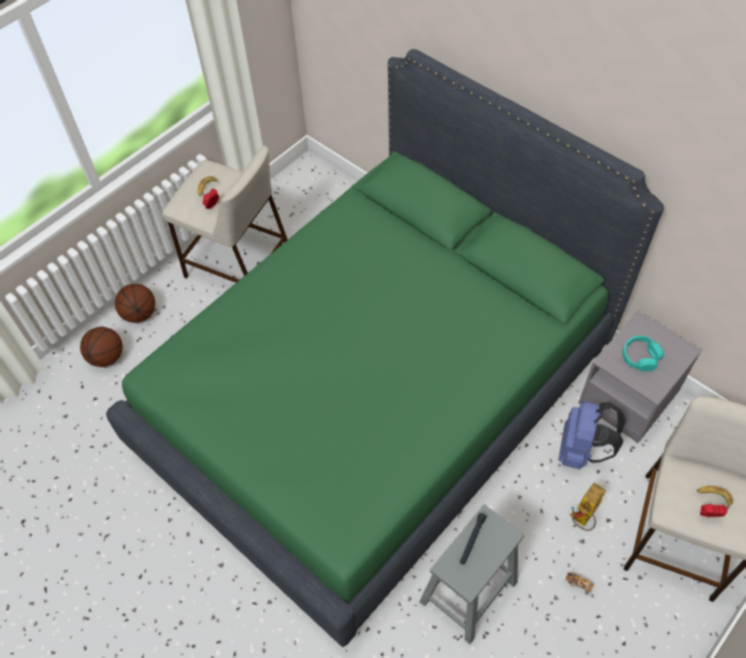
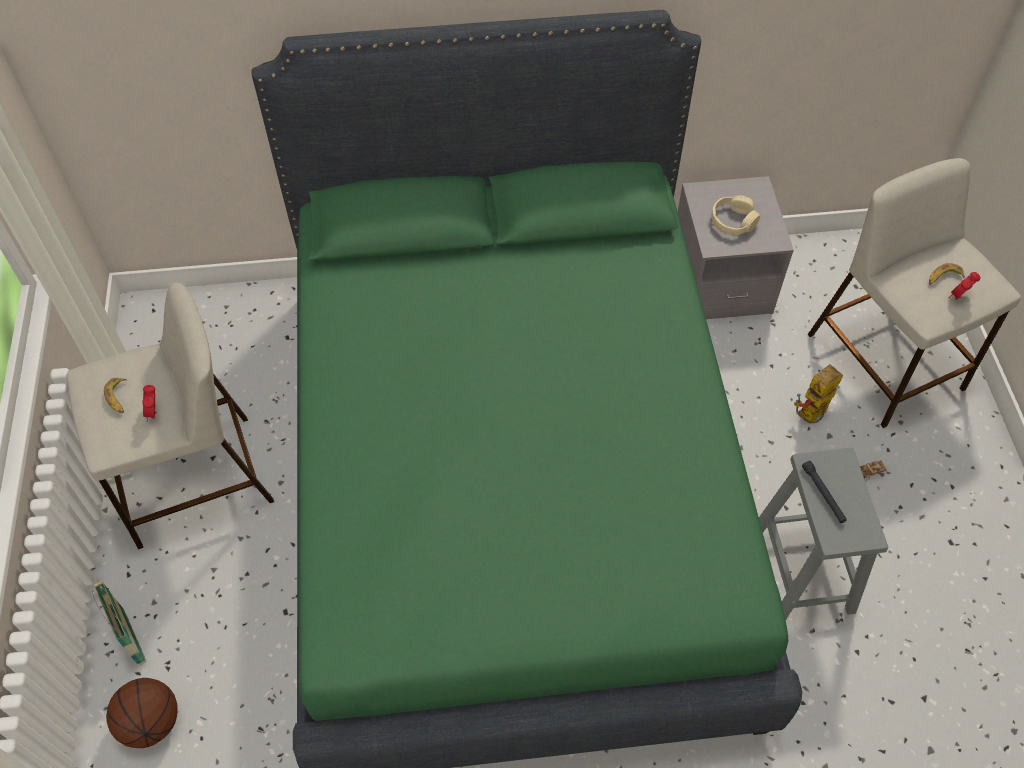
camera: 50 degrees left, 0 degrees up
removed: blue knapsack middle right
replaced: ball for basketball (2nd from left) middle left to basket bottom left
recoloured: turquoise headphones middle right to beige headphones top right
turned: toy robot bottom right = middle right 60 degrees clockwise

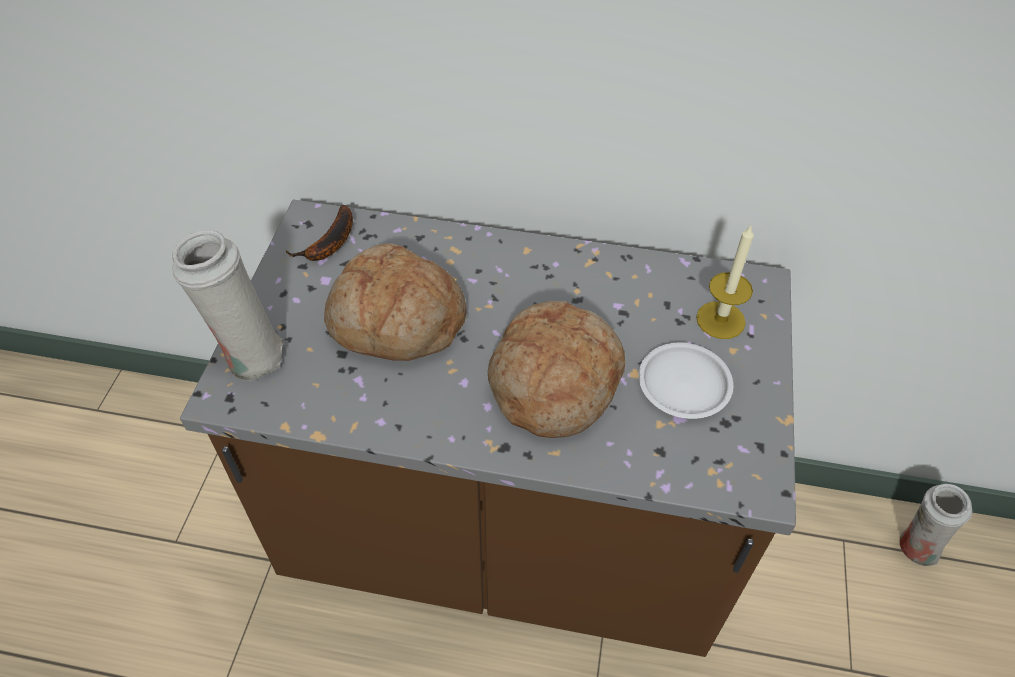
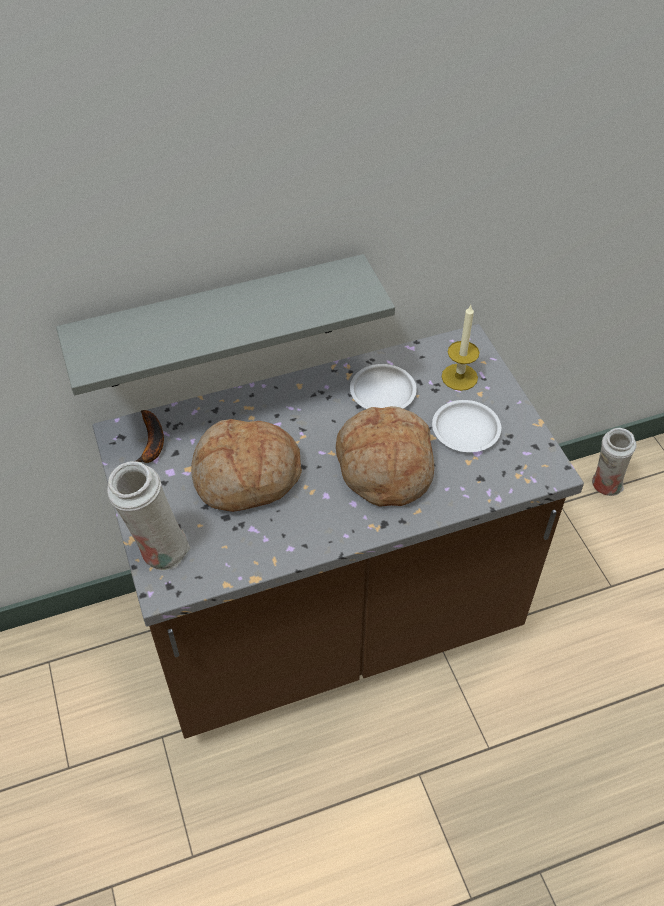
camera: 30 degrees left, 0 degrees up
added: greyish wall shelf centre; white flat dish (1st from left) centre

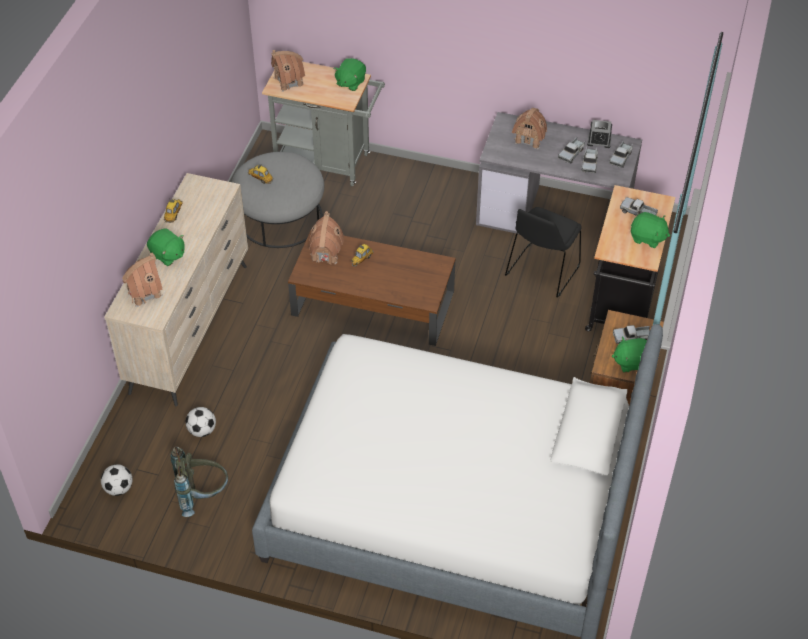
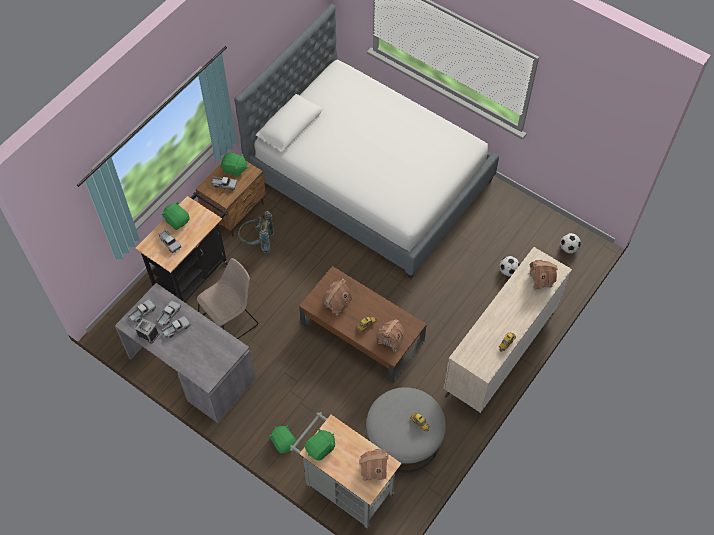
camera: 160 degrees left, 10 degrees up
moved: green-coloured cuddly toy (1st from left in the first image) middle left to green-coloured cuddly toy (3rd from left) bottom centre; greyish knapsack bottom left to centre; miniature house (4th from left in the first image) top centre to miniature house (1st from left) centre
recoloured: black-coloured upright chair middle right to beige upright chair middle left

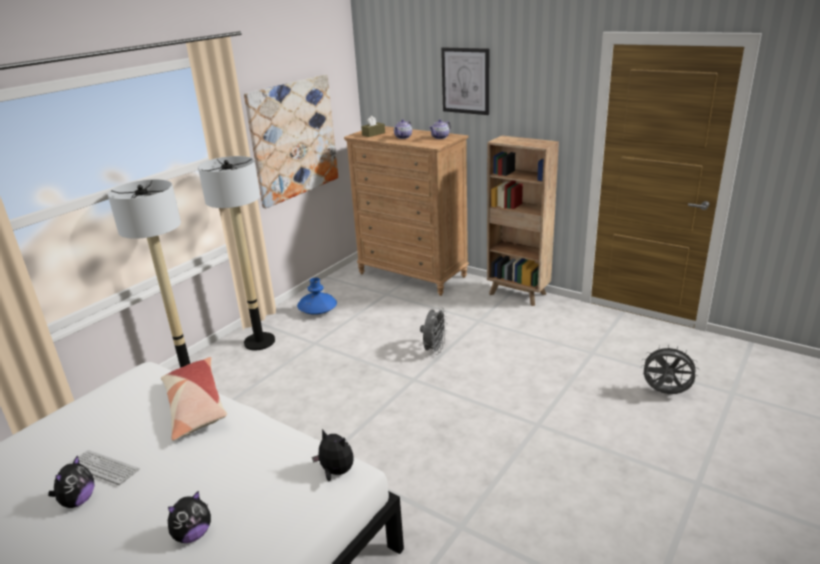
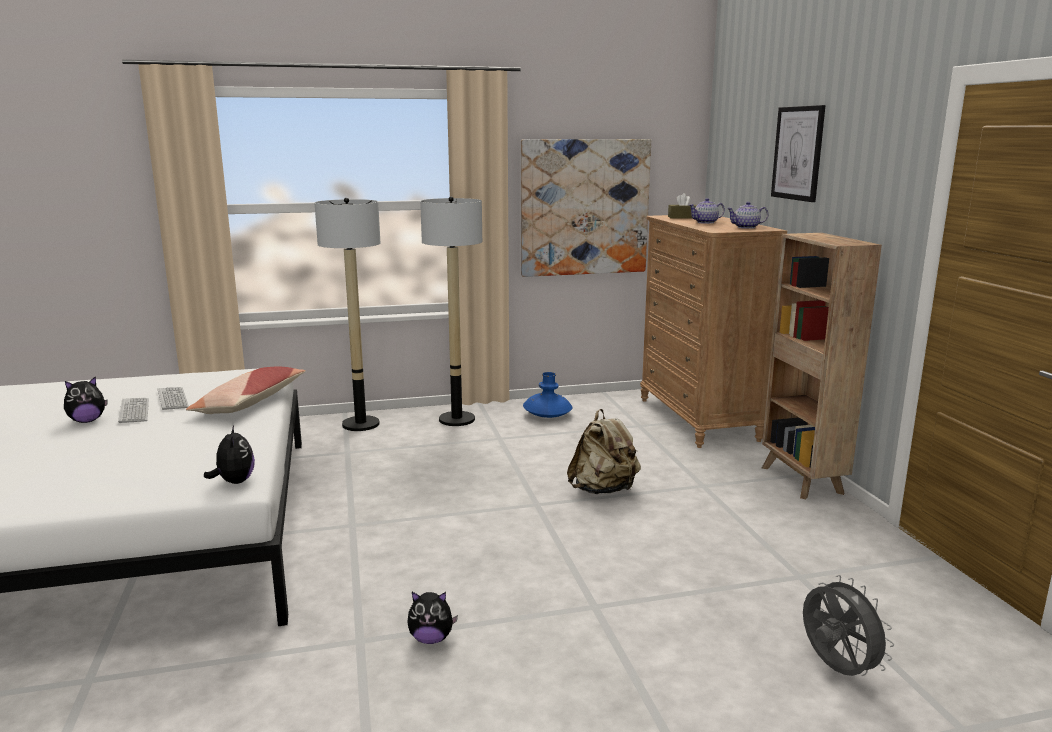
camera: 40 degrees right, 10 degrees down
added: PC keyboard (2nd from left) middle left
moved: cuddly toy (2nd from left in the first image) bottom left to cuddly toy (3rd from left) bottom centre
replaced: greyish electric fan (1st from left) centre to beige knapsack centre

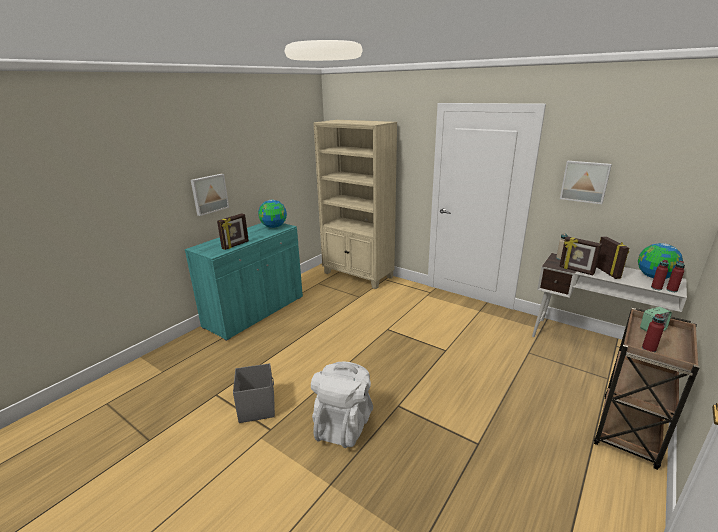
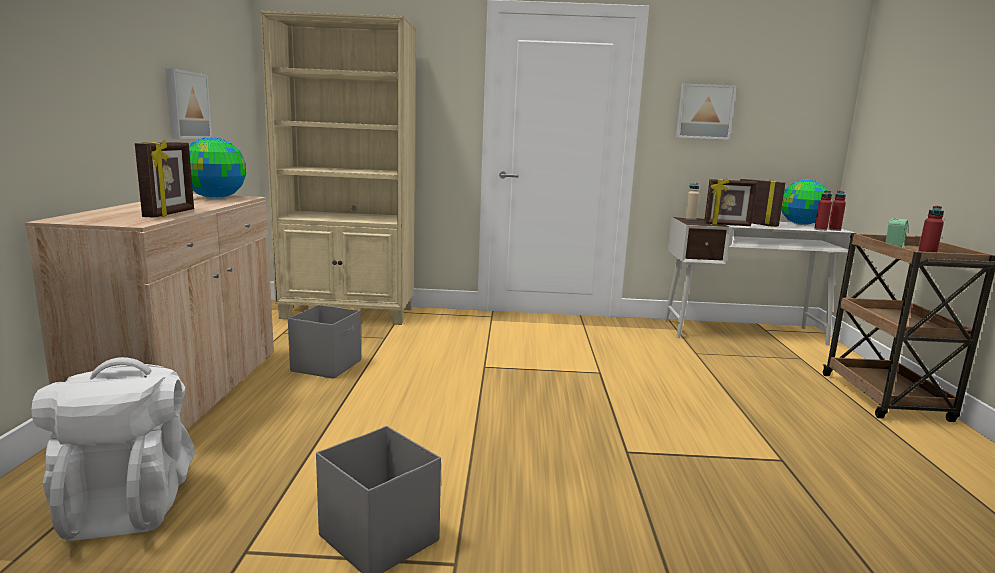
camera: 35 degrees left, 10 degrees down
added: greyish storage box (1st from left) middle left
moved: picture (1st from left) middle left to top left; white knapsack bottom centre to bottom left
recoloured: turquoise cabinet centre to beige cabinet middle left

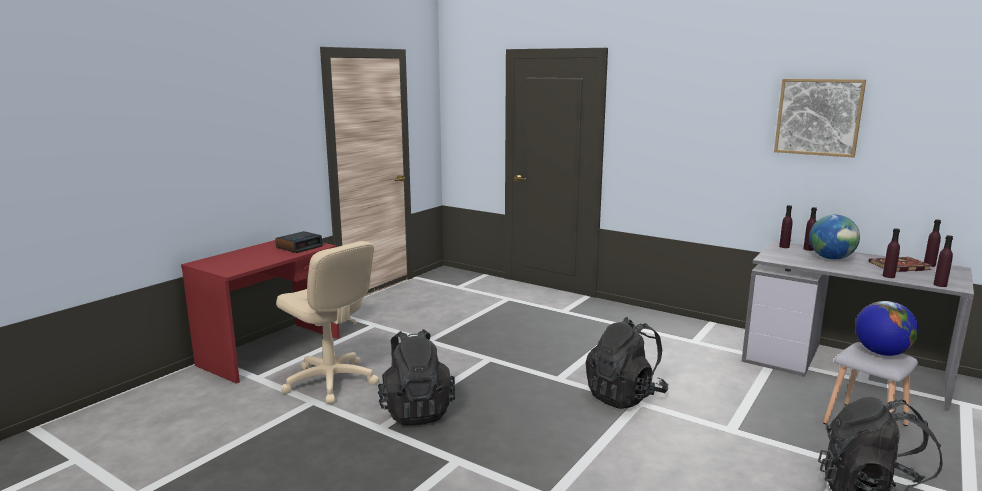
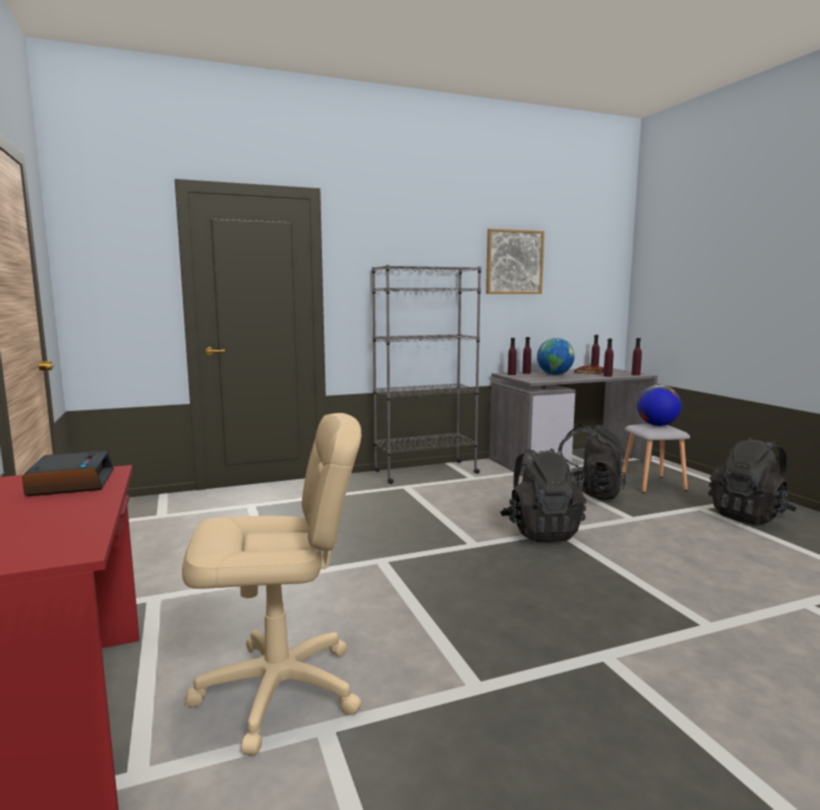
camera: 55 degrees left, 5 degrees down
added: greyish bookshelf centre
moved: black-coloured knapsack (1st from left in the first image) bottom centre to black-coloured knapsack (2nd from left) middle right

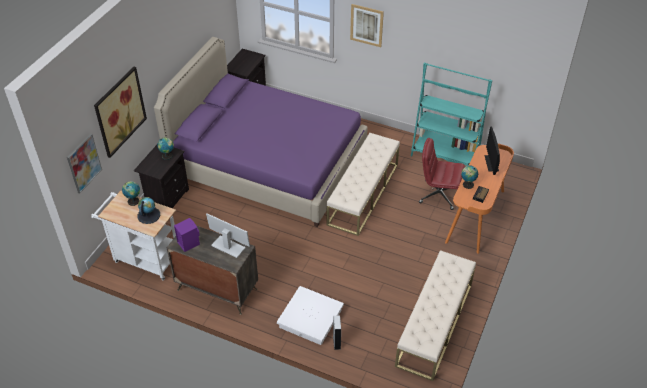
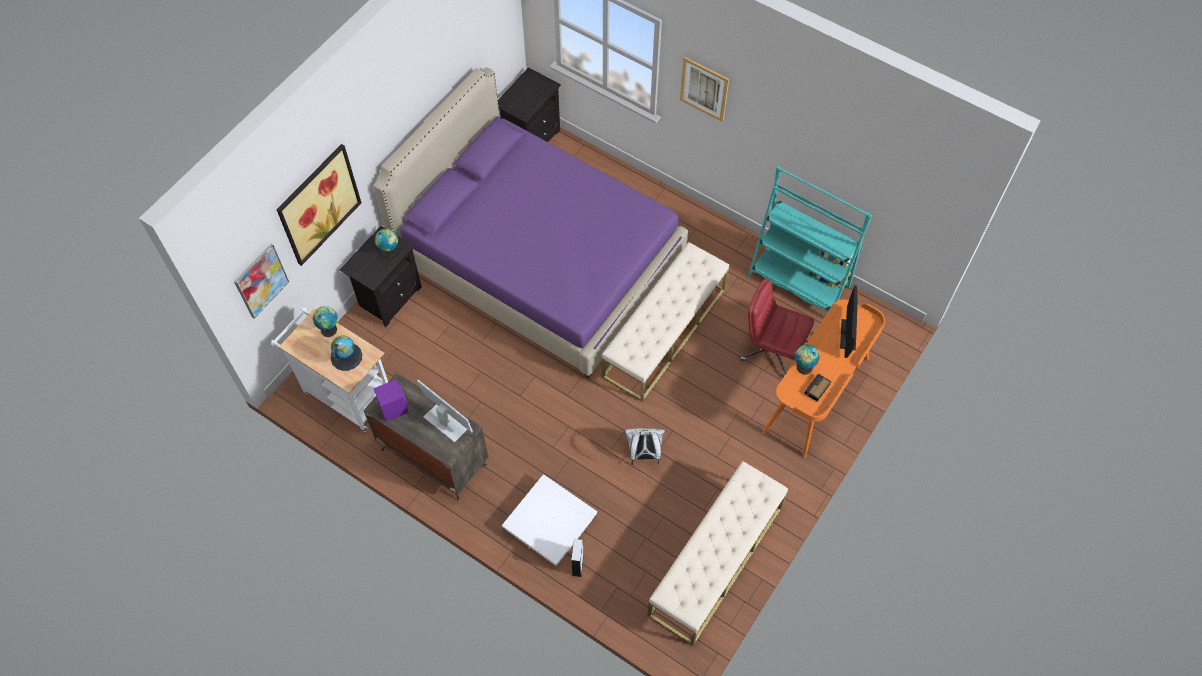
camera: 10 degrees right, 15 degrees up
added: white knapsack centre

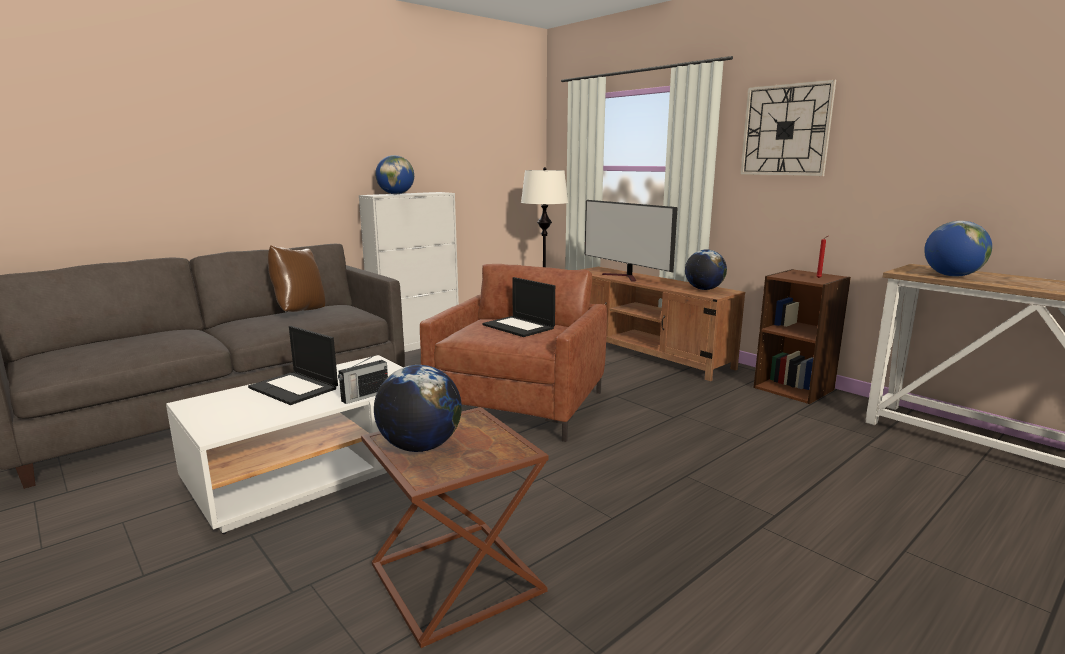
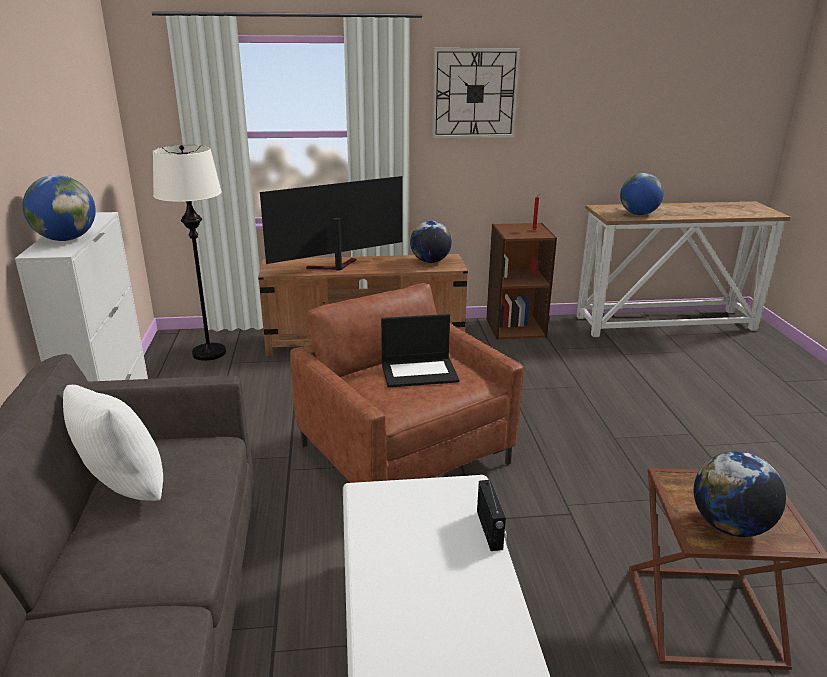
camera: 55 degrees left, 10 degrees up
removed: portable computer (1st from left) middle left
recoloured: brown-coloured cushion middle left to white cushion middle left
turned: TV set centre = top centre 150 degrees clockwise

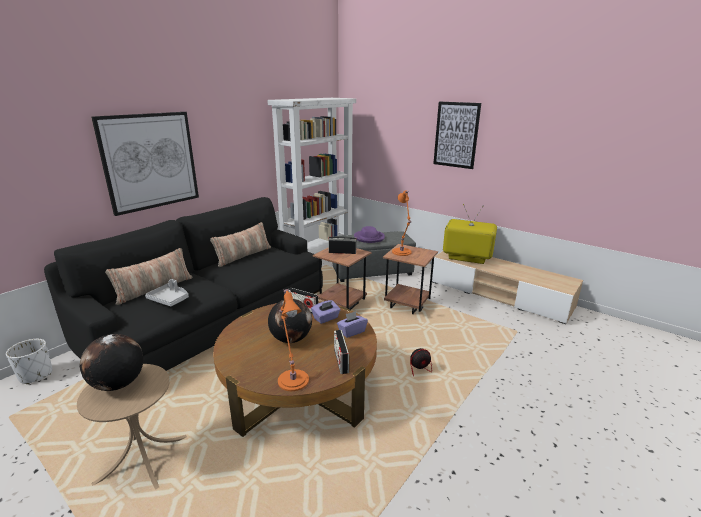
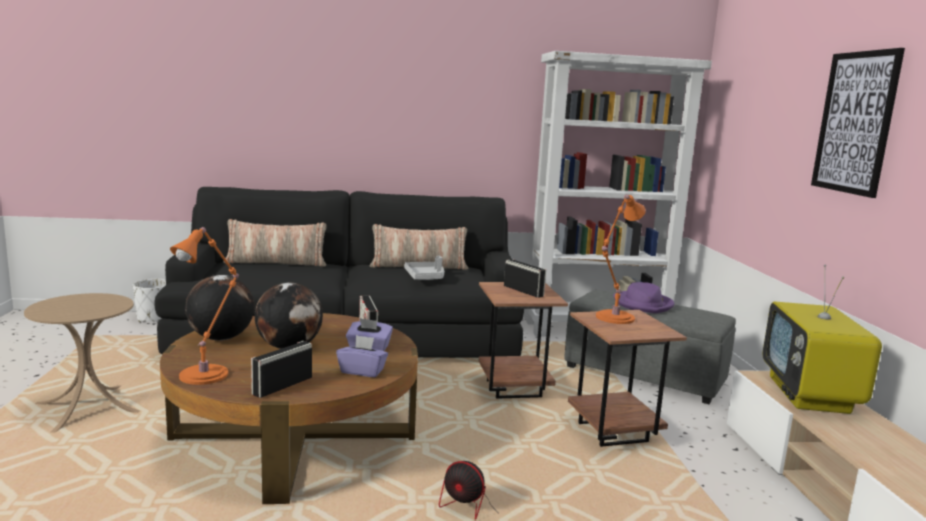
camera: 45 degrees right, 10 degrees down
removed: picture (1st from left) top left
moved: desk globe (1st from left) bottom left to middle left; greyish carrying tray middle left to centre
turned: TV set middle right = middle right 150 degrees counterclockwise

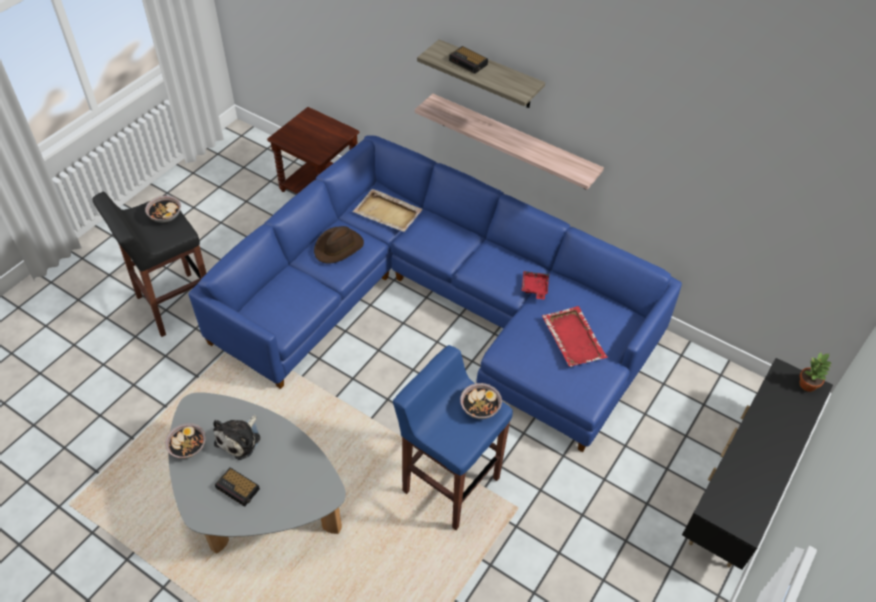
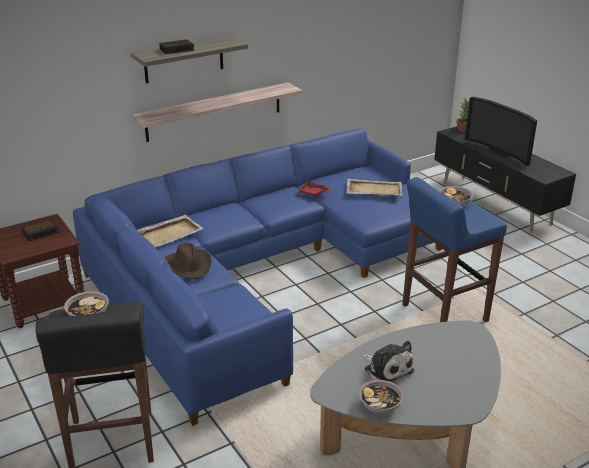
camera: 65 degrees left, 20 degrees down
added: TV set top right
moved: table clock (1st from left) bottom left to middle left
recoloured: red carrying tray (2nd from left) centre to beige carrying tray (2nd from left) centre

